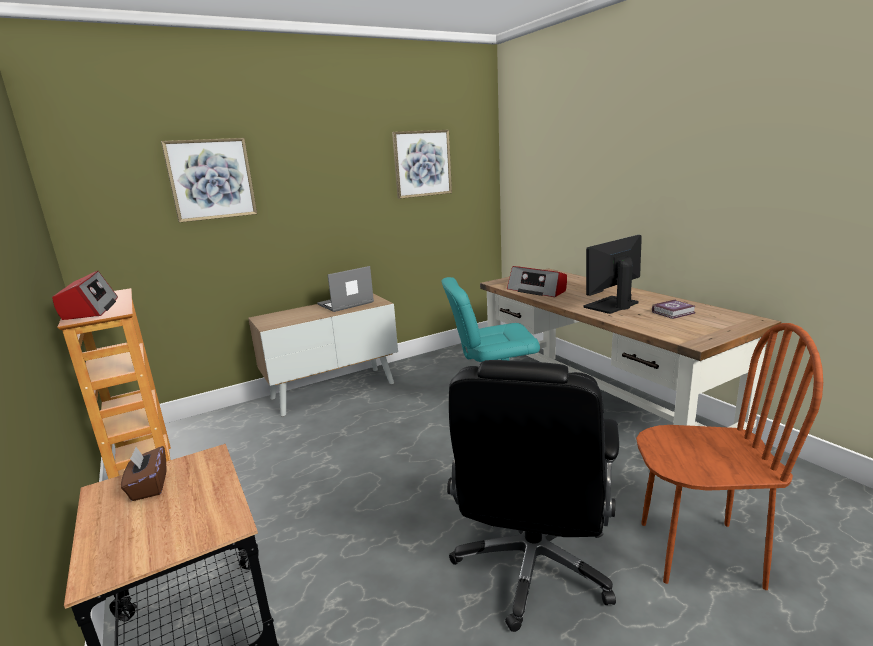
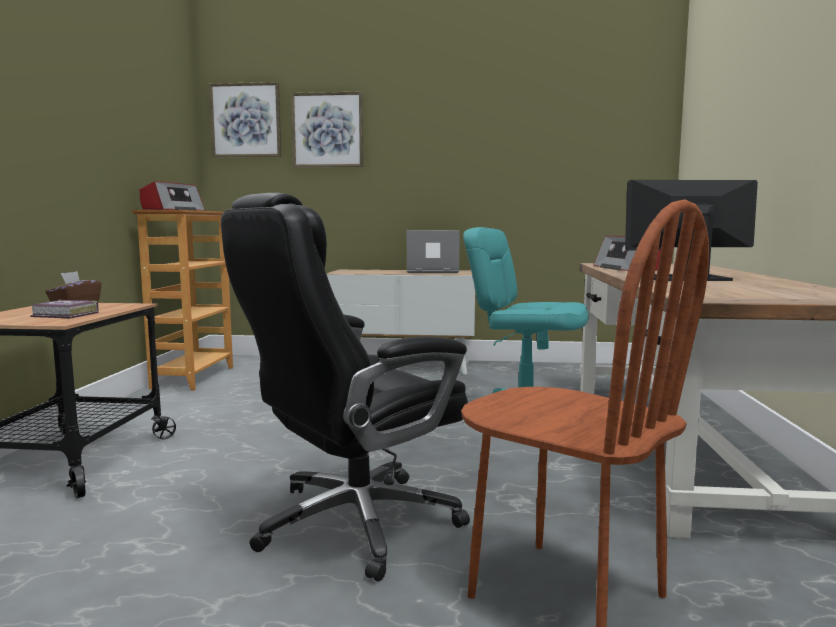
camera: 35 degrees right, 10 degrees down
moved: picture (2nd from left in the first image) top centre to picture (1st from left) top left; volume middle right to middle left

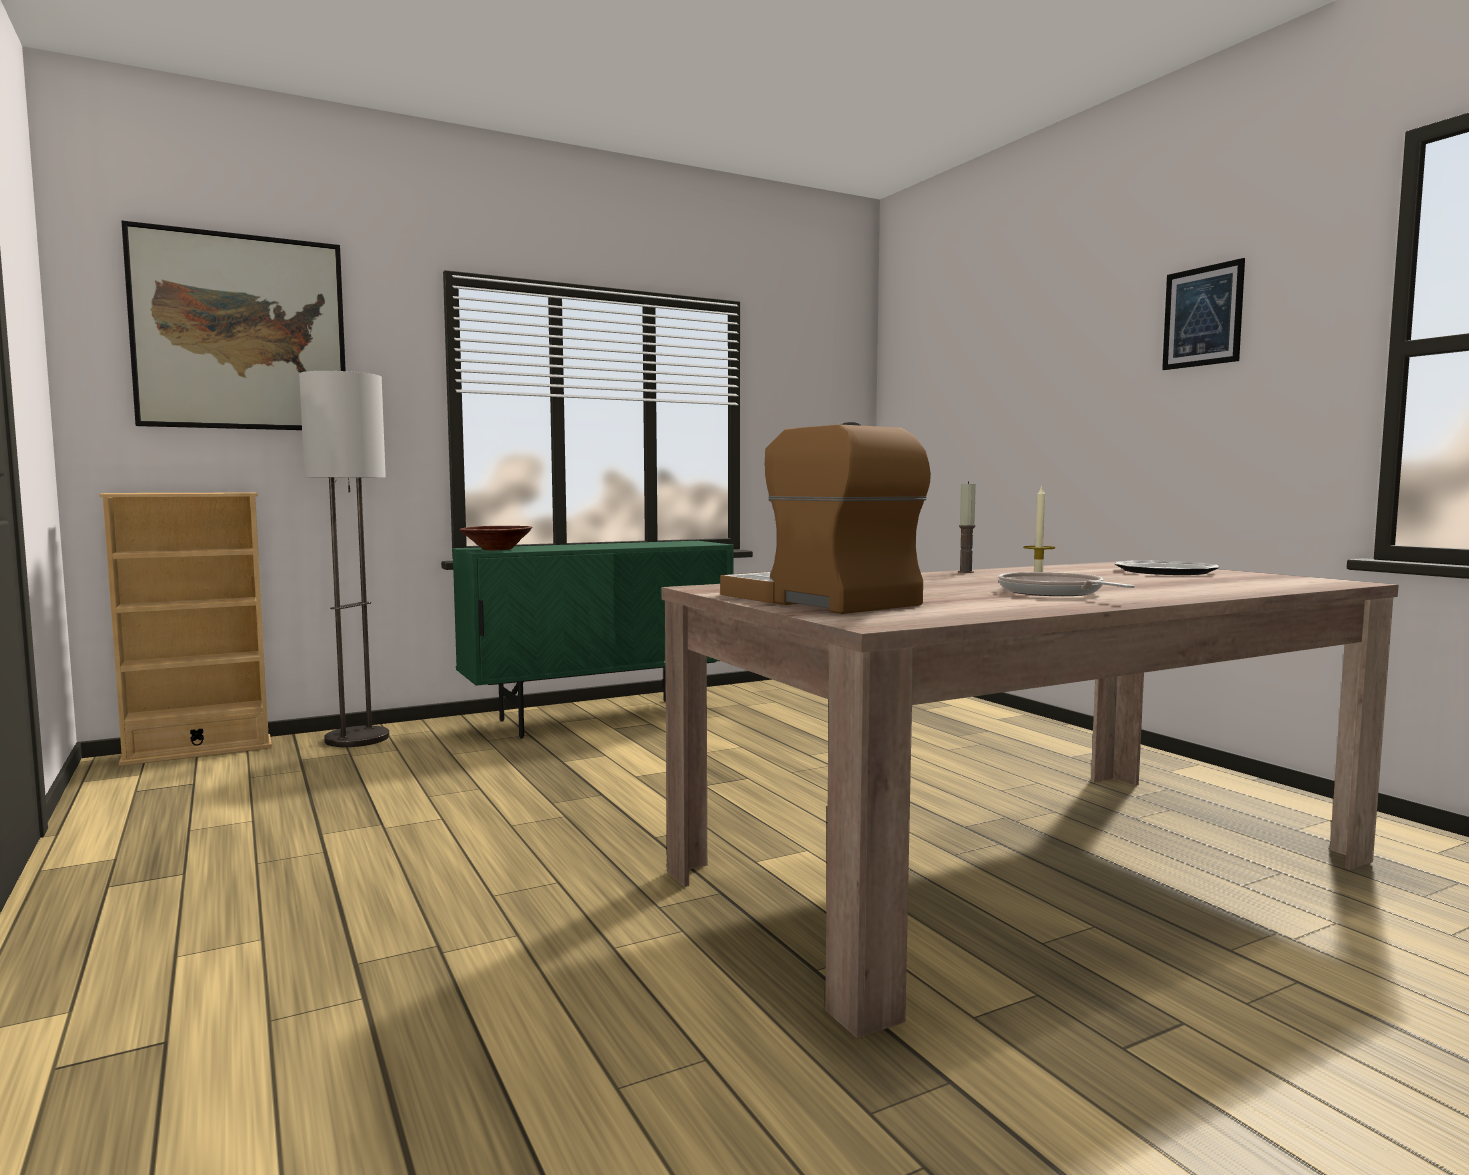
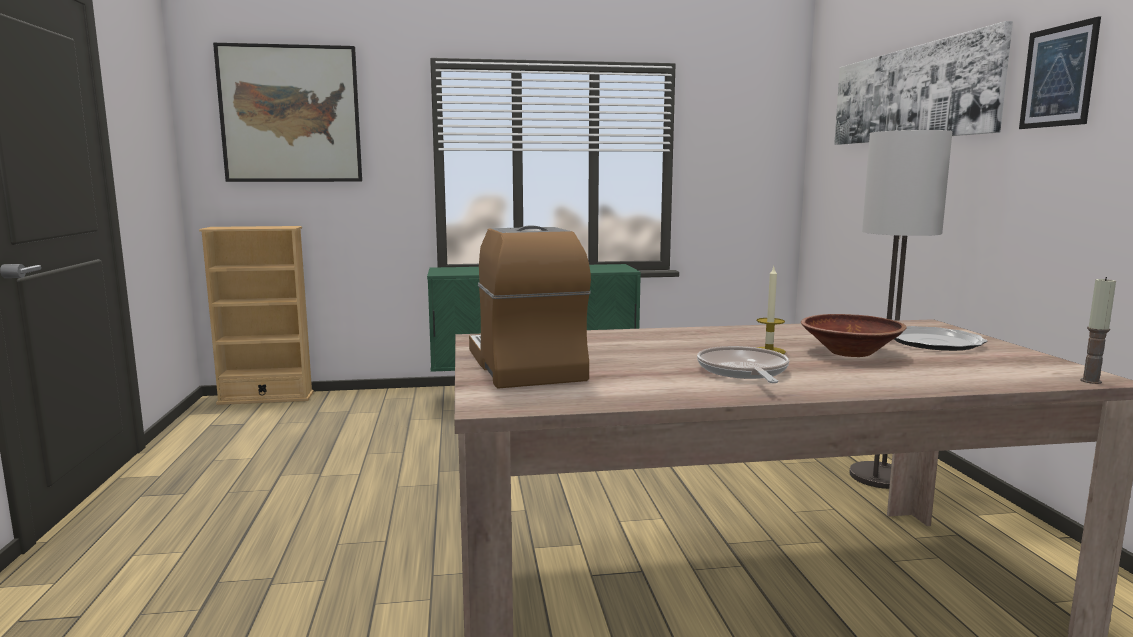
camera: 20 degrees right, 5 degrees up
added: picture (2nd from left) top right
moved: standing lamp middle left to middle right; brown-coloured deep dish centre to middle right; wax candle (1st from left in the first image) centre to wax candle (2nd from left) middle right

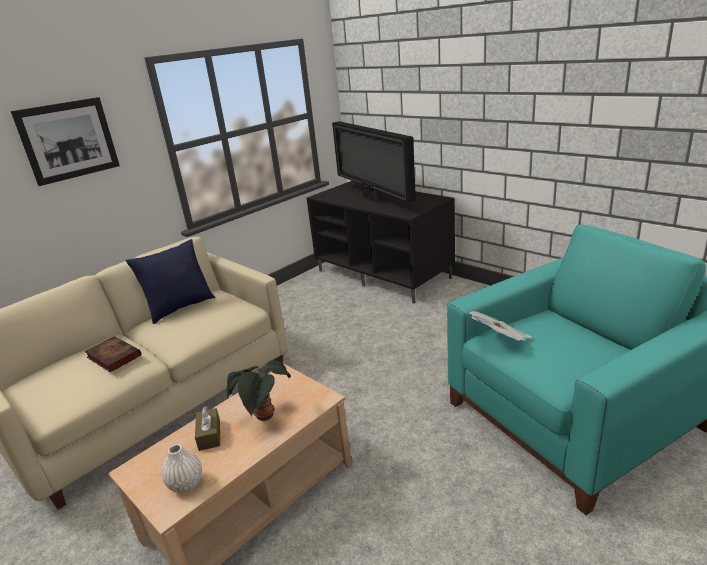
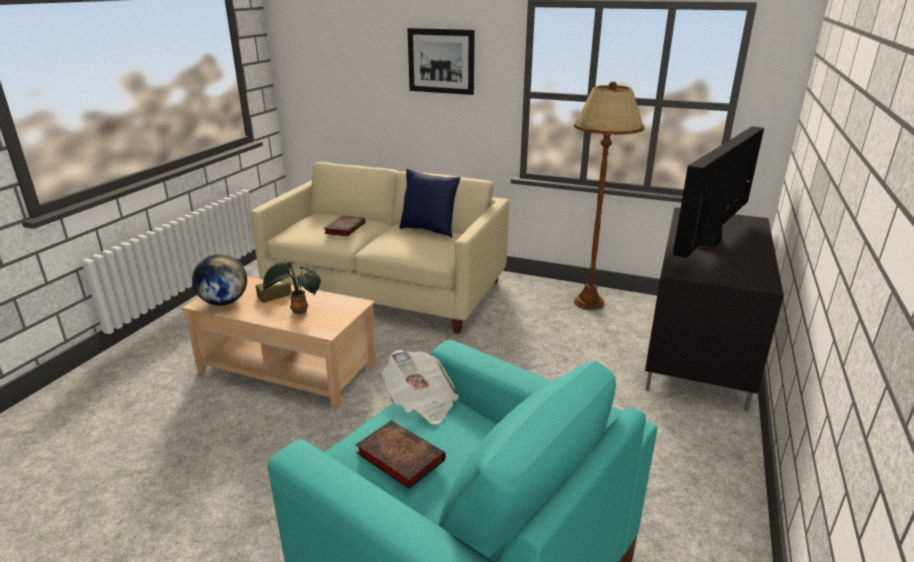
camera: 65 degrees right, 0 degrees up
added: volume (2nd from left) bottom centre; brown-coloured standing lamp centre
replaced: white decorative vase bottom left to desk globe middle left

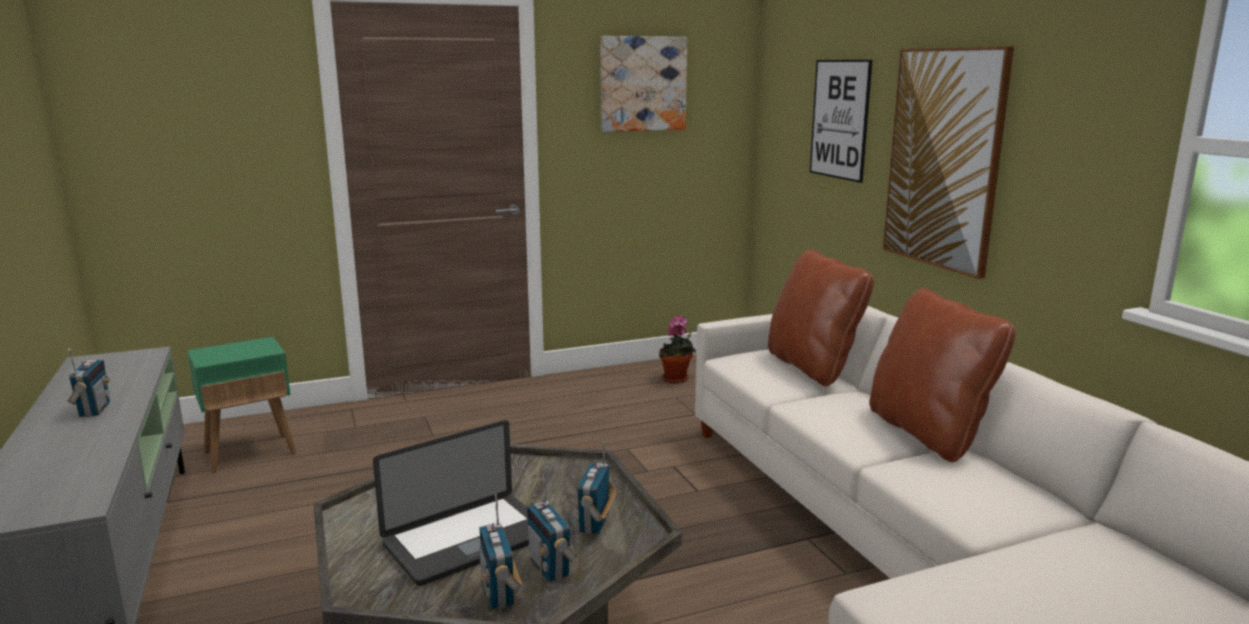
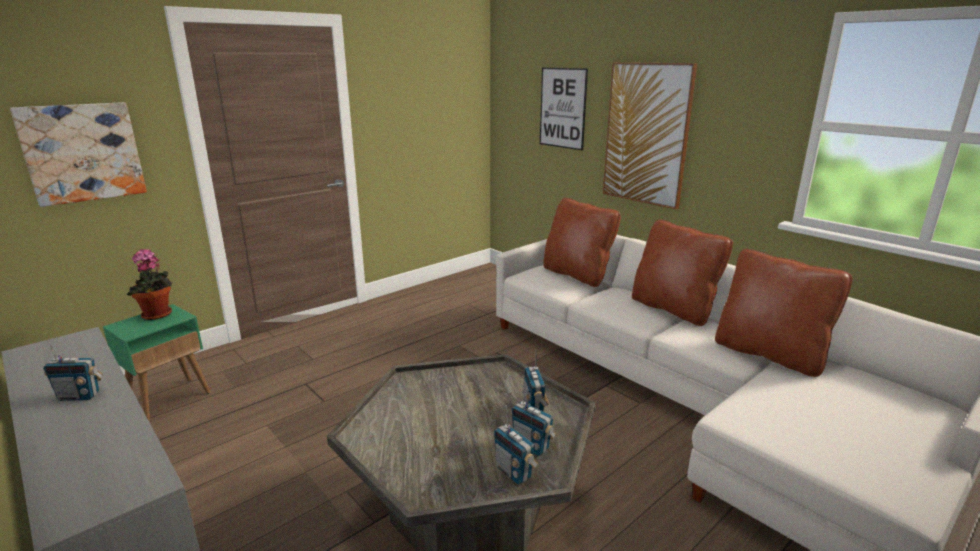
camera: 20 degrees left, 5 degrees up
removed: portable computer bottom centre
added: brown-coloured cushion (3rd from left) middle right
moved: picture (1st from left) top centre to top left; houseplant centre to middle left
turned: radio set (1st from left) middle left = bottom left 120 degrees clockwise

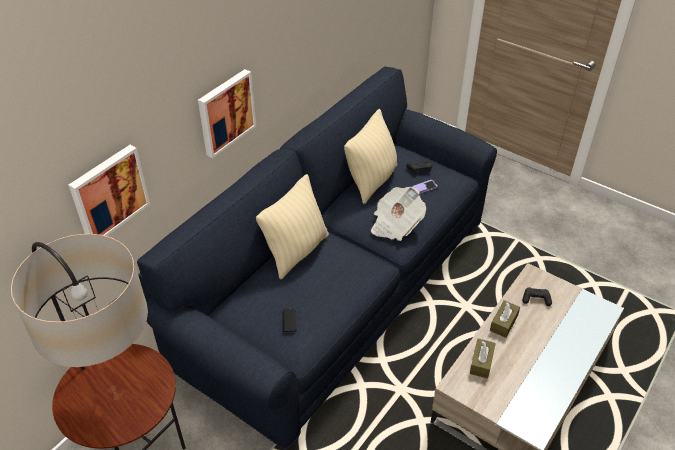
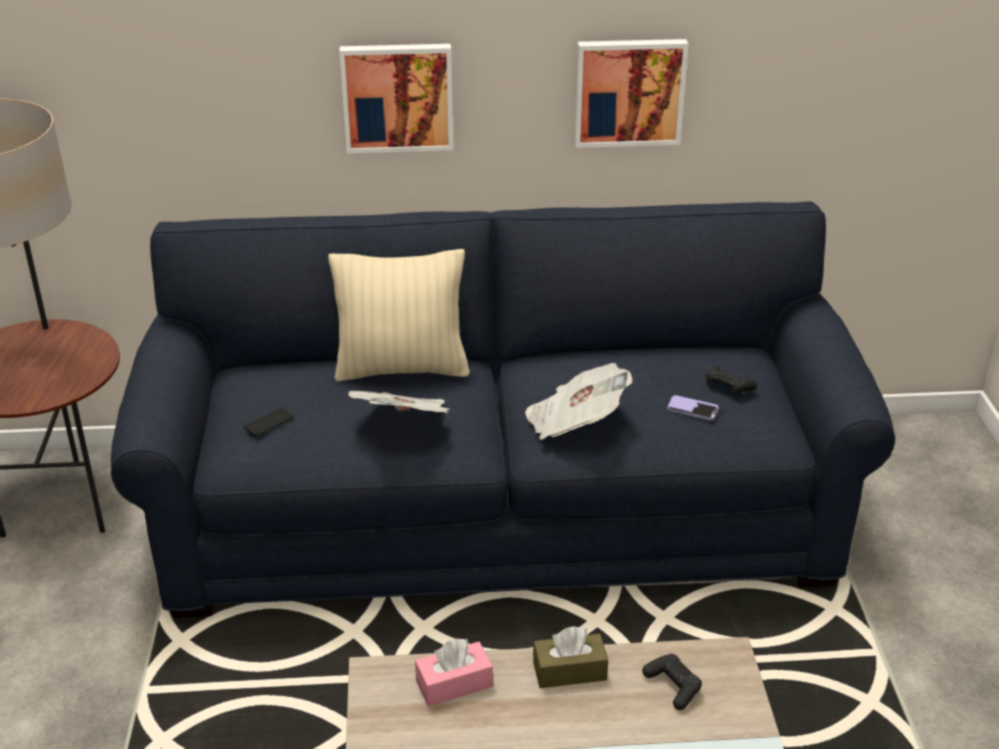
camera: 50 degrees right, 10 degrees down
removed: beige cushion (2nd from left) centre
added: newspaper (1st from left) centre
moved: picture (1st from left in the first image) middle left to picture (2nd from left) top centre
recoloured: brown-coloured tissue holder (1st from left) bottom right to pink-coloured tissue holder bottom centre

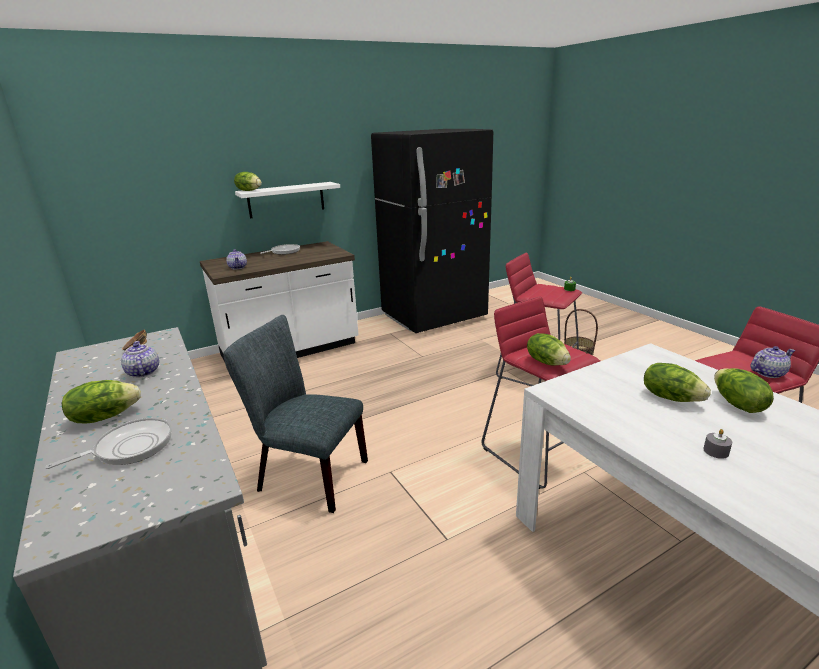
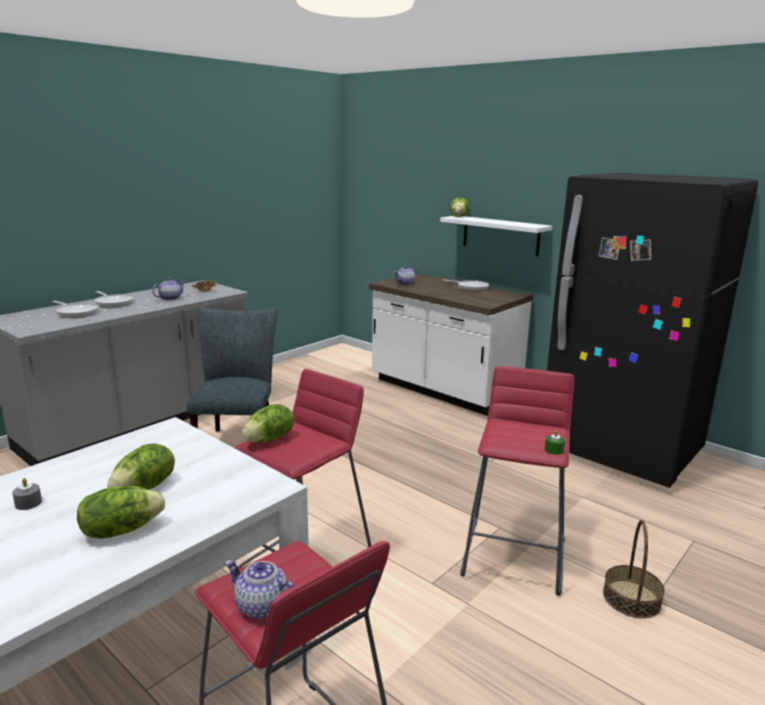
camera: 70 degrees right, 5 degrees down
replaced: lettuce head (1st from left) middle left to frying pan (2nd from left) middle left
turned: pot for tea (3rd from left in the first image) middle right = bottom centre 150 degrees clockwise

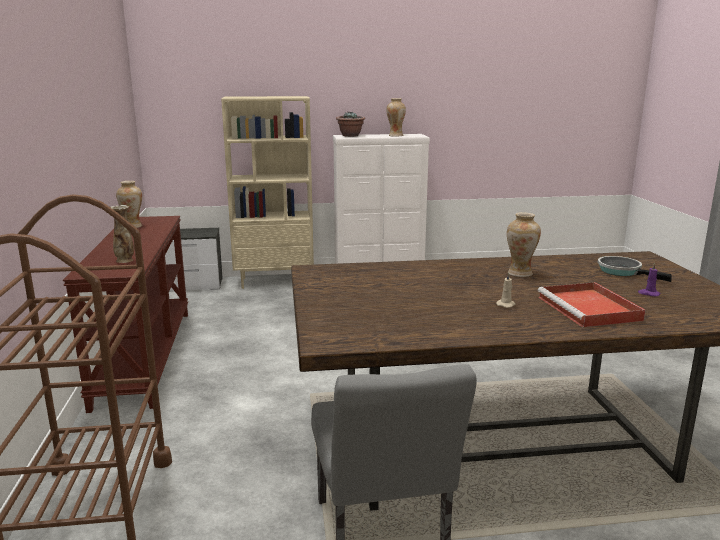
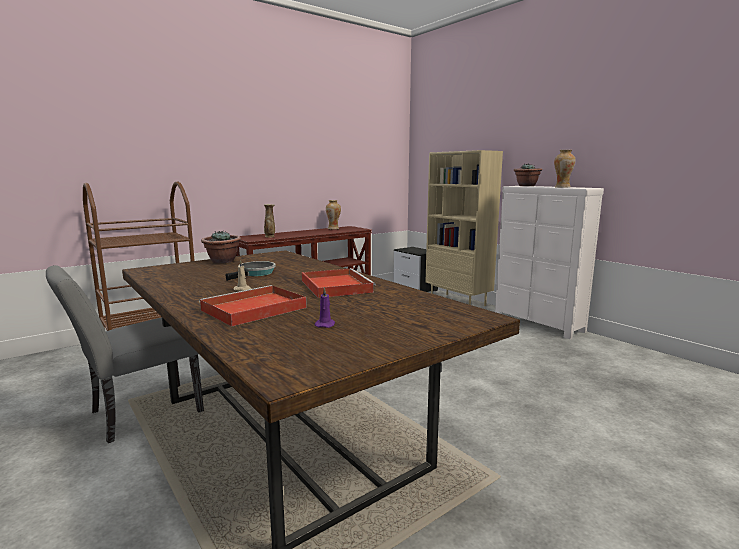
camera: 60 degrees right, 5 degrees down
added: houseplant (1st from left) middle left
moved: frying pan middle right to centre
replaced: decorative vase (4th from left) middle right to red carrying tray (2nd from left) centre

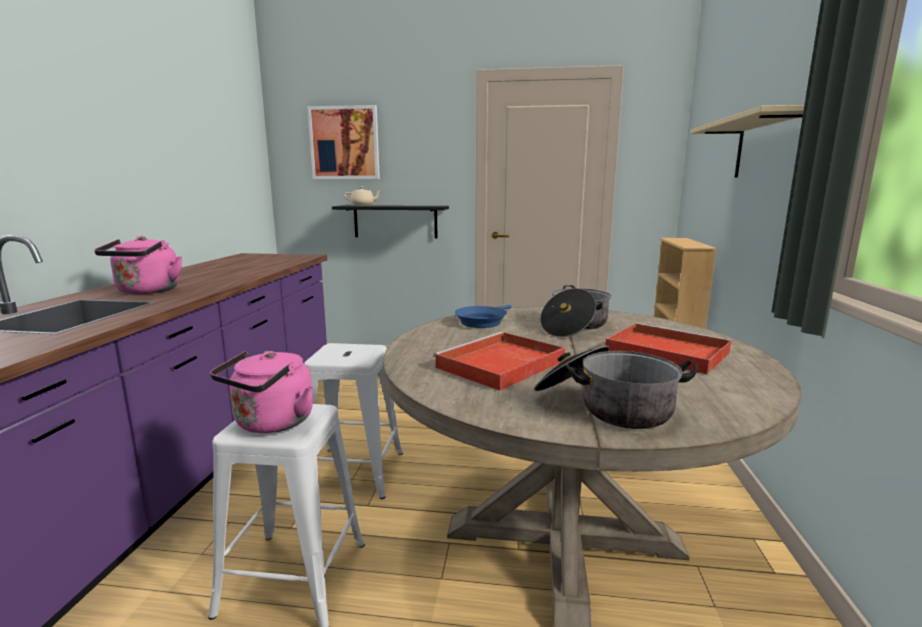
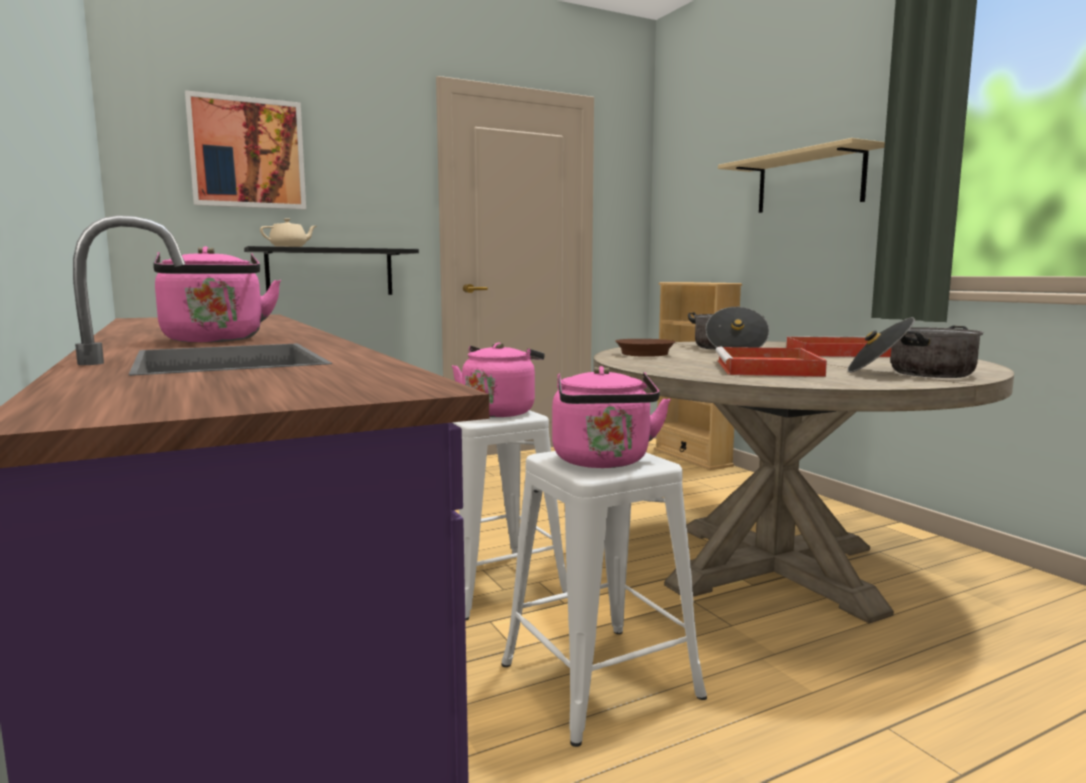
camera: 35 degrees left, 5 degrees down
added: pink-coloured water kettle (2nd from left) centre
recoloured: blue frying pan centre to brown-coloured frying pan centre

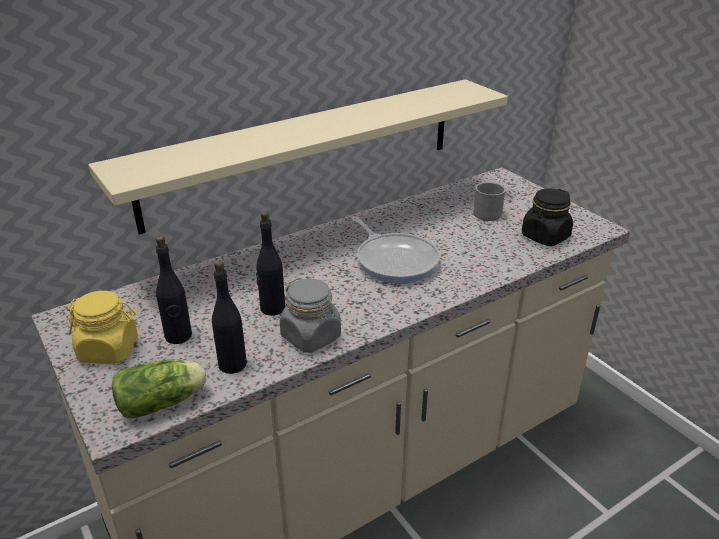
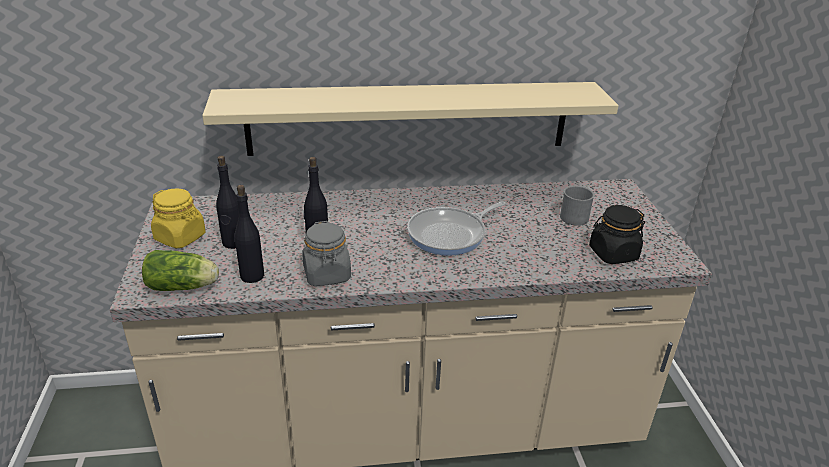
camera: 25 degrees right, 0 degrees up
turned: frying pan centre = centre 60 degrees clockwise

